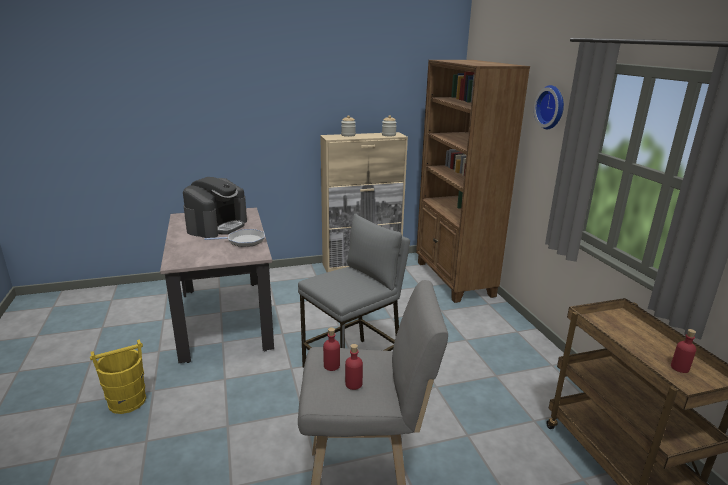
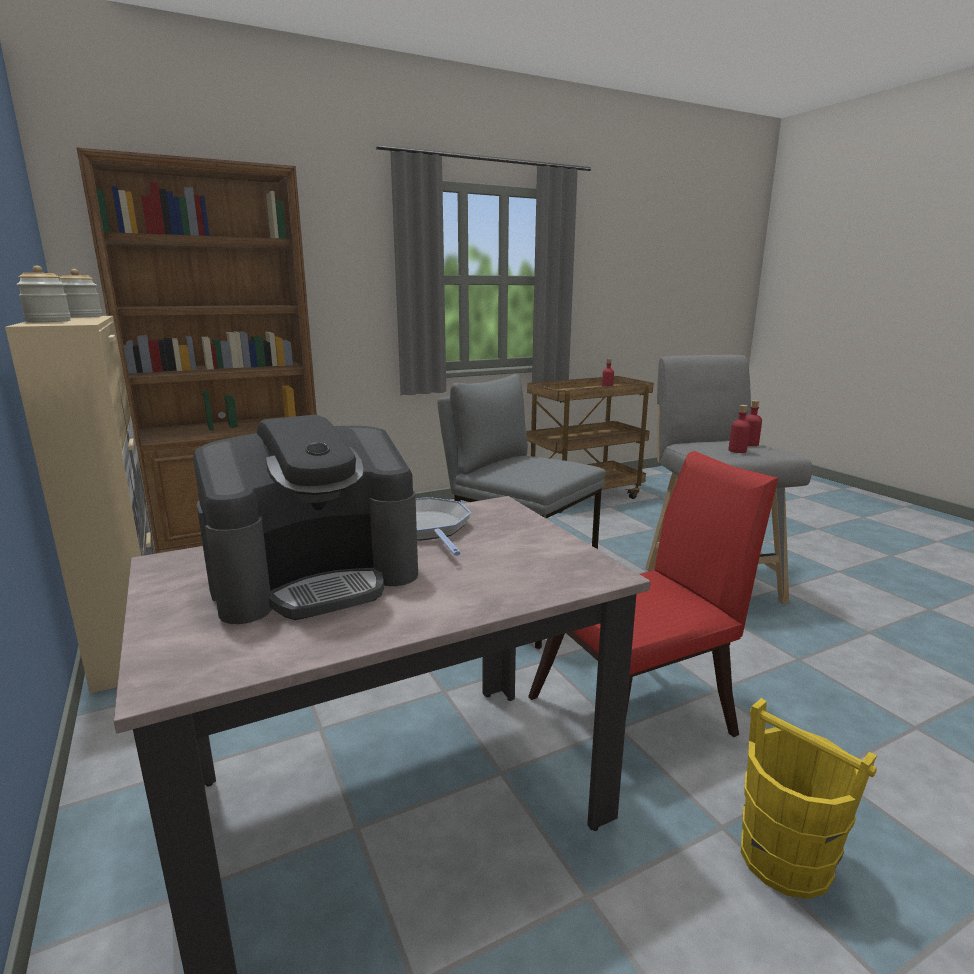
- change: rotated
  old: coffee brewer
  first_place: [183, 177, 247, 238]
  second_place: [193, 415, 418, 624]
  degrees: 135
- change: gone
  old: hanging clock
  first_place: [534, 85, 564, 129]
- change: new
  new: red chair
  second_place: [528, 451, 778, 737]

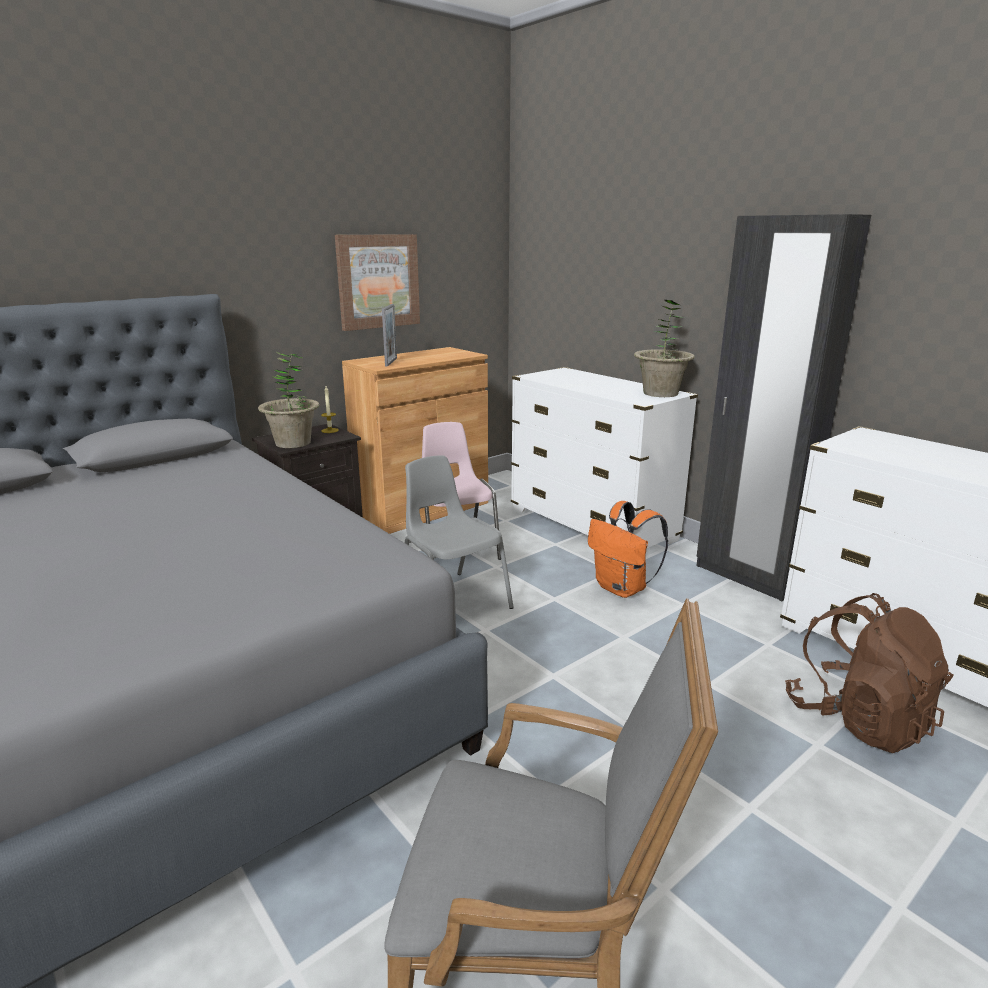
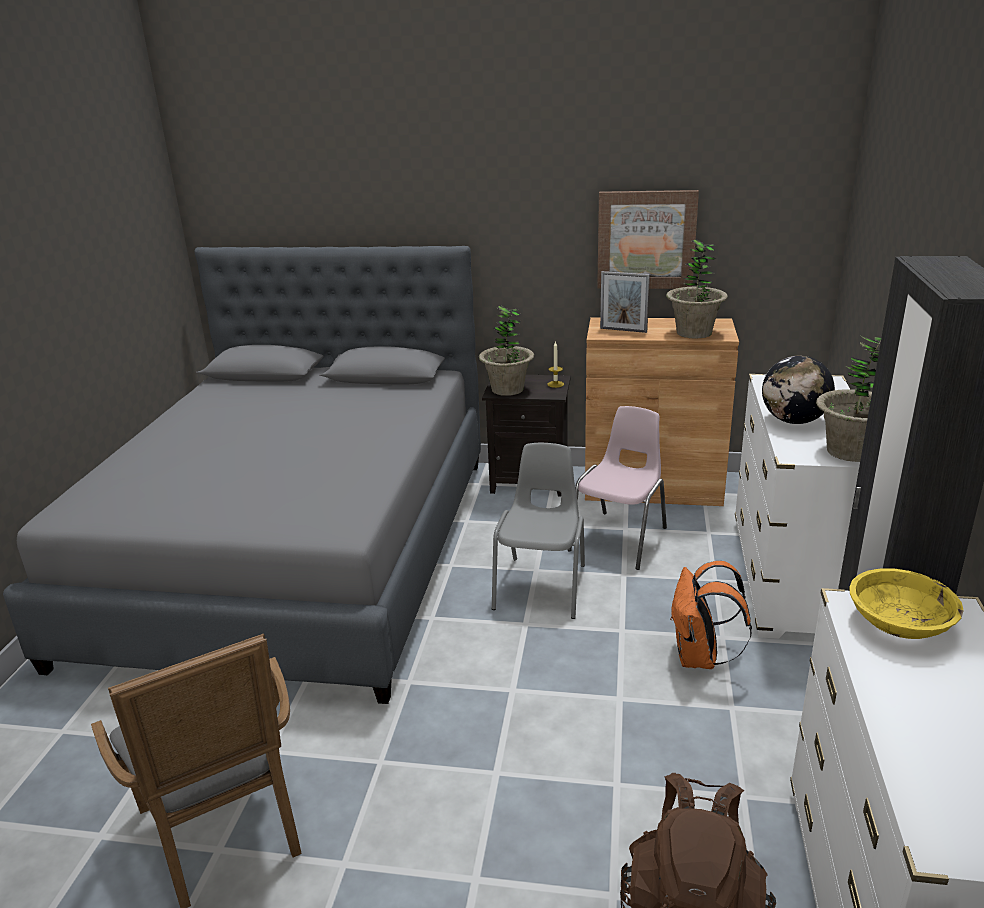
- change: rotated
  old: photo frame
  first_place: [382, 304, 397, 367]
  second_place: [600, 271, 650, 333]
  degrees: 60
- change: new
  new: plant in a pot
  second_place: [666, 239, 728, 339]
- change: new
  new: globe
  second_place: [762, 356, 835, 424]
- change: new
  new: yellow-coloured serving bowl
  second_place: [849, 568, 964, 639]

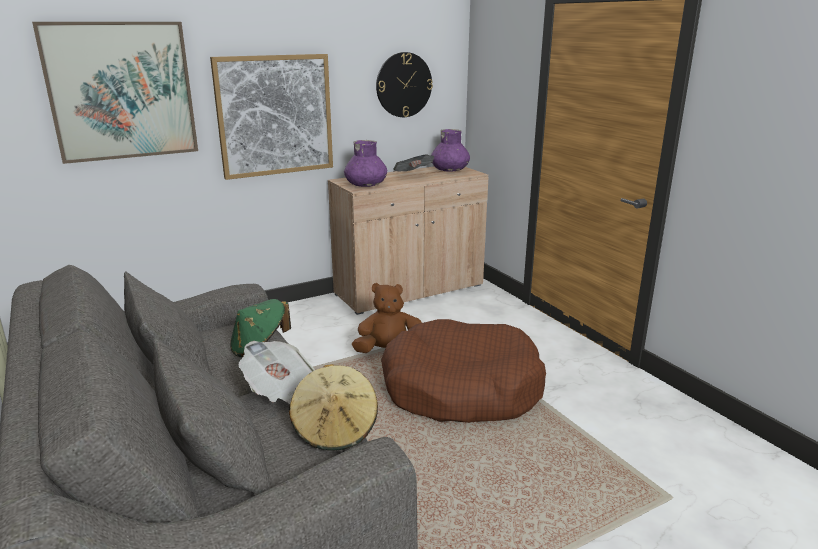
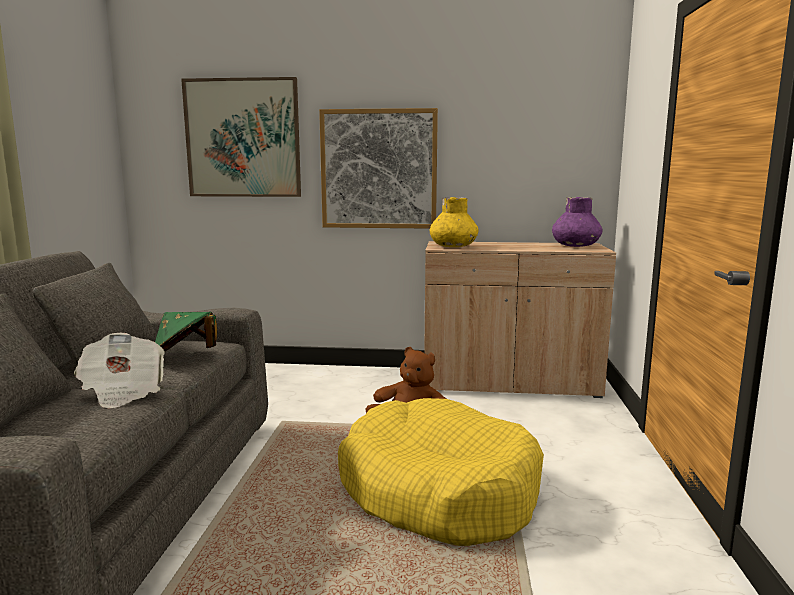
- change: gone
  old: sand-coloured hat
  first_place: [289, 364, 378, 451]
- change: repainted
  old: purplish decorative vase
  new: yellow-coloured decorative vase
  first_place: [344, 140, 387, 187]
  second_place: [430, 197, 478, 247]
- change: gone
  old: hanging clock
  first_place: [376, 52, 433, 117]
- change: repainted
  old: brown dog cushion
  new: yellow-coloured dog cushion
  first_place: [381, 319, 546, 423]
  second_place: [338, 398, 544, 546]
- change: gone
  old: printed paper
  first_place: [393, 154, 434, 172]

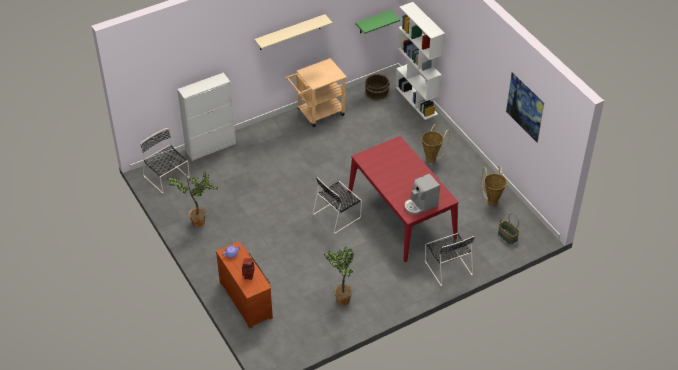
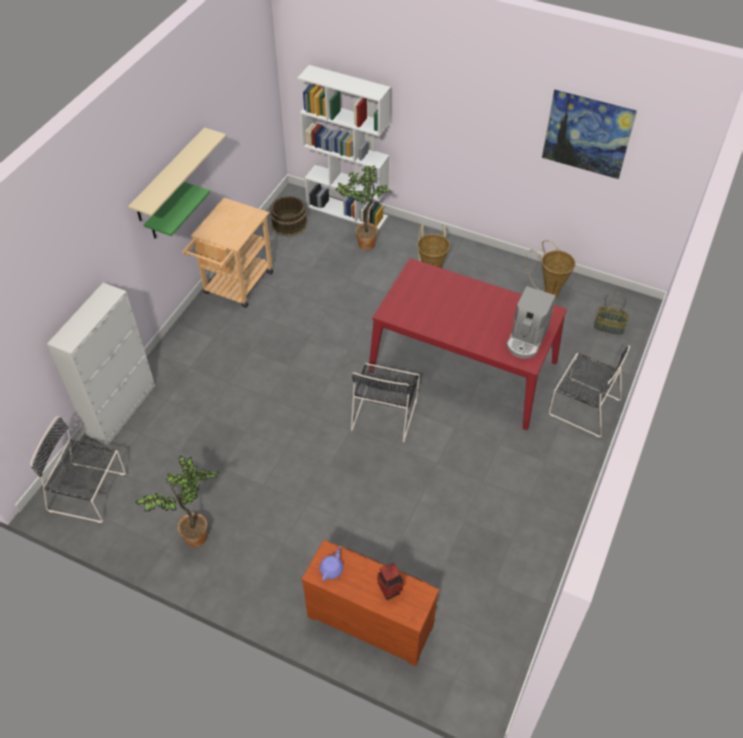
- change: shifted
  old: plant in a pot
  first_place: [324, 246, 354, 305]
  second_place: [335, 166, 392, 250]
- change: shifted
  old: greenish wall shelf
  first_place: [355, 10, 400, 34]
  second_place: [144, 182, 210, 239]

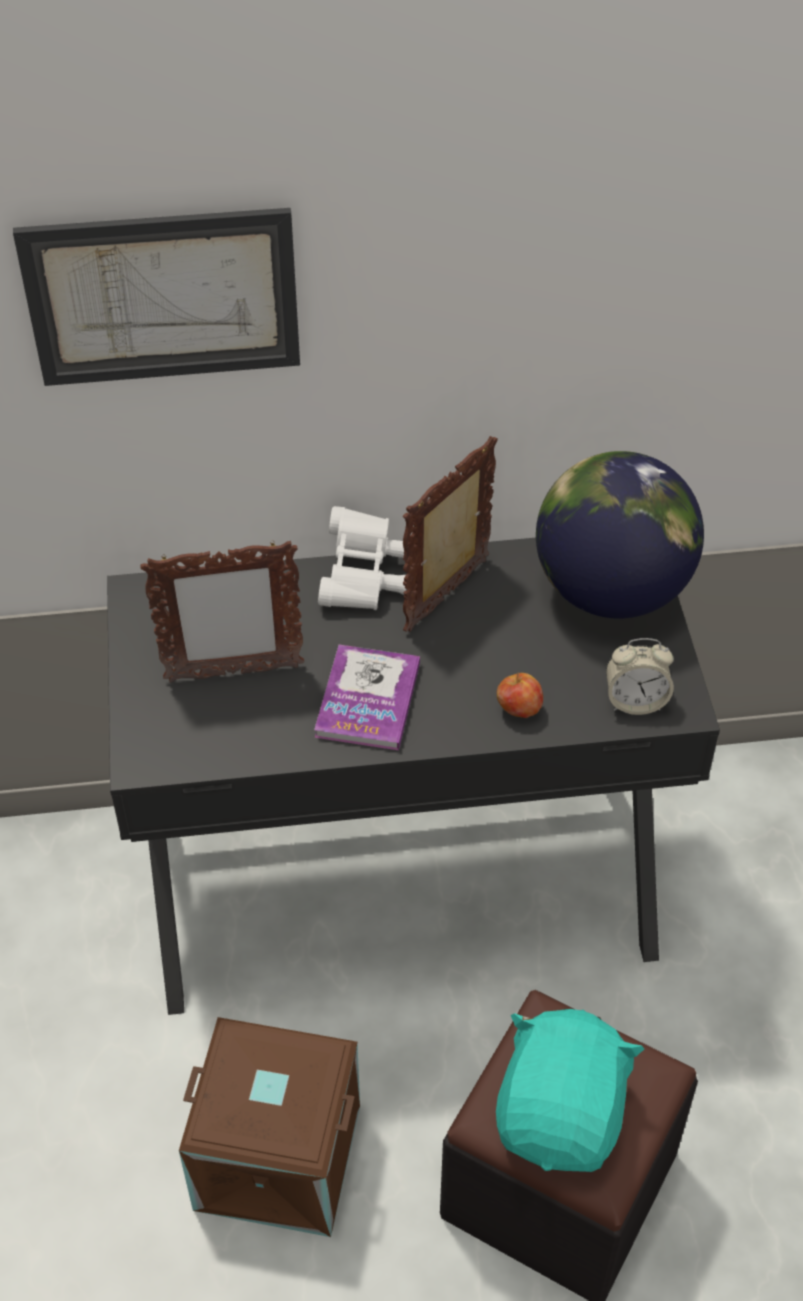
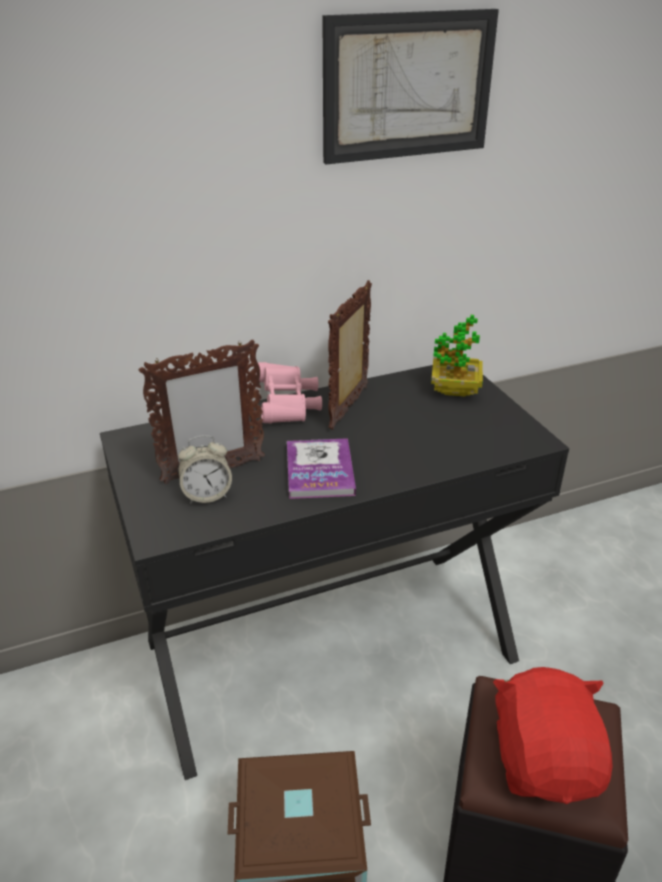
- change: shifted
  old: wall art
  first_place: [13, 208, 300, 386]
  second_place: [322, 9, 499, 164]
- change: repainted
  old: whitish field glasses
  new: pink field glasses
  first_place: [318, 506, 406, 610]
  second_place: [256, 362, 322, 423]
- change: repainted
  old: blue-green plush toy
  new: red plush toy
  first_place: [496, 1009, 644, 1172]
  second_place: [493, 667, 612, 804]
- change: gone
  old: apple fruit
  first_place: [497, 672, 543, 718]
- change: swapped
  old: globe
  new: plant in a pot
  first_place: [536, 451, 704, 619]
  second_place: [431, 315, 483, 397]
- change: shifted
  old: alarm clock
  first_place: [606, 638, 674, 715]
  second_place: [178, 435, 232, 504]

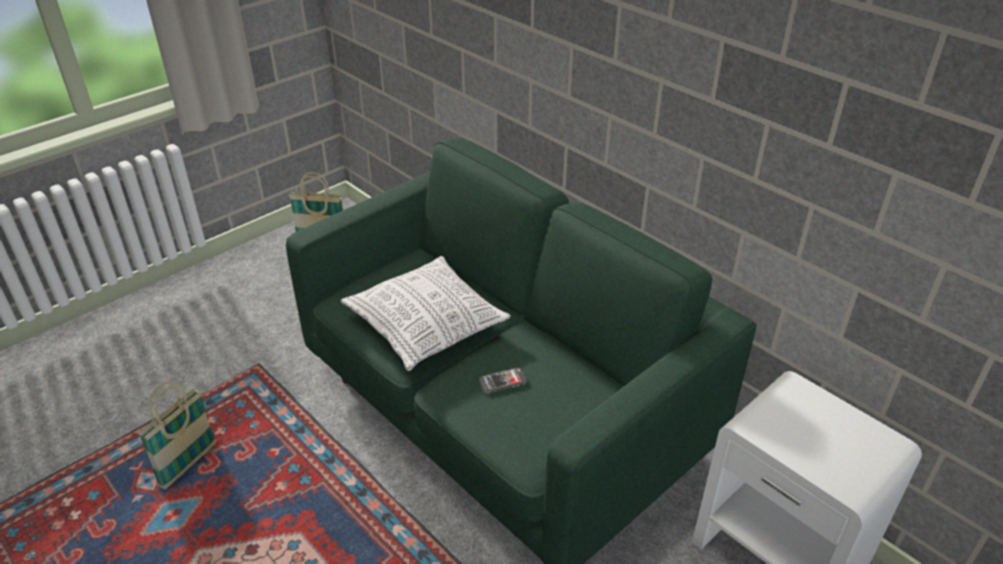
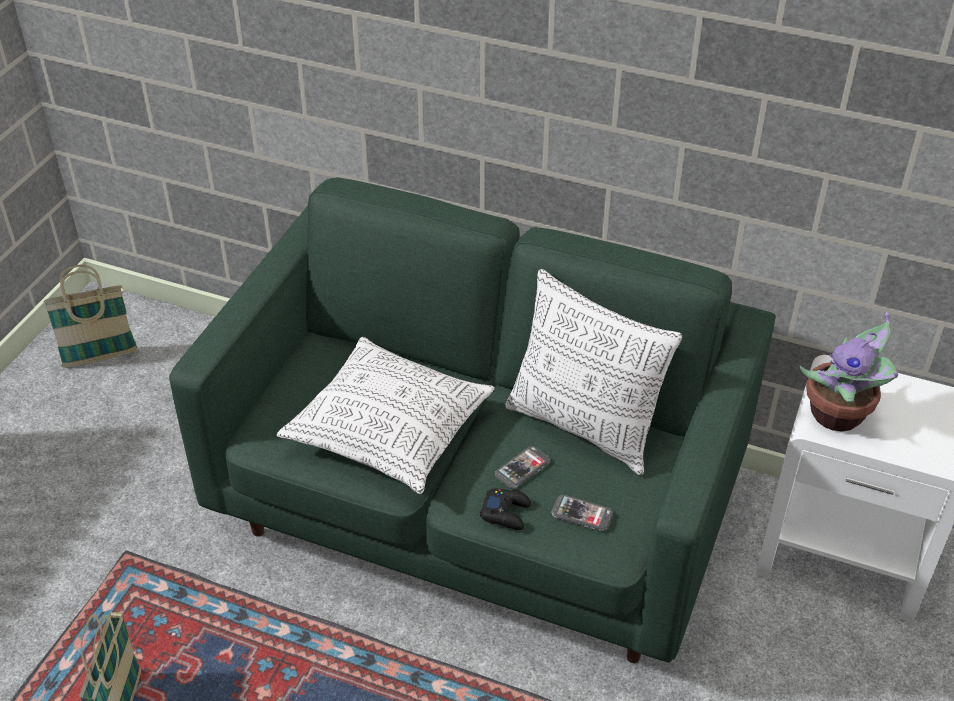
- change: new
  new: blackish game controller
  second_place: [480, 488, 531, 530]
- change: new
  new: pillow
  second_place: [505, 269, 683, 475]
- change: new
  new: handset
  second_place: [551, 495, 613, 532]
- change: new
  new: plant in a pot
  second_place: [799, 312, 898, 431]

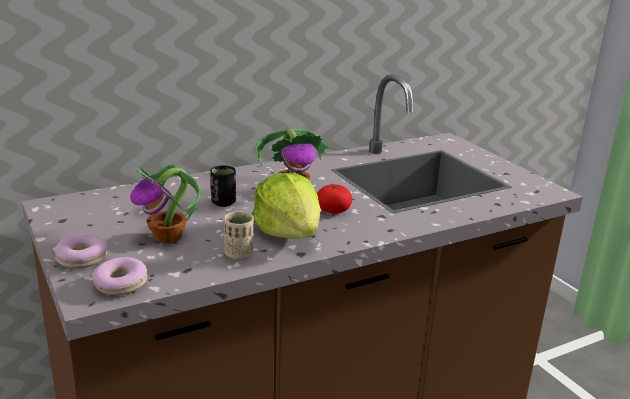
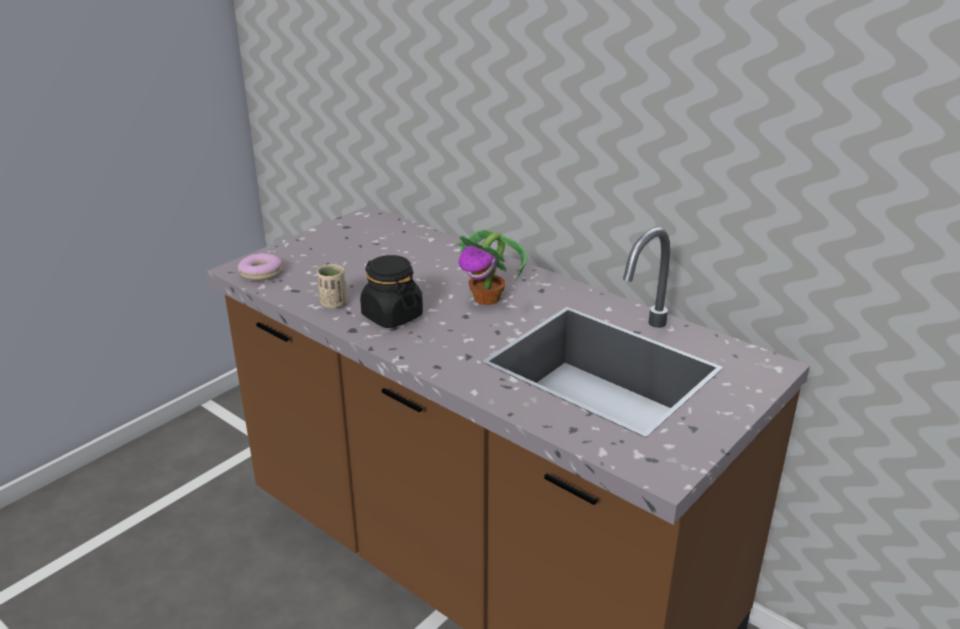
- change: gone
  old: ring doughnut
  first_place: [54, 235, 107, 269]
- change: gone
  old: plant in a pot
  first_place: [130, 164, 201, 243]
- change: gone
  old: blackish drinking cup
  first_place: [210, 165, 236, 207]
- change: swapped
  old: lettuce
  new: blackish jar
  first_place: [252, 173, 321, 239]
  second_place: [360, 255, 423, 328]
- change: gone
  old: tomato
  first_place: [317, 184, 352, 213]

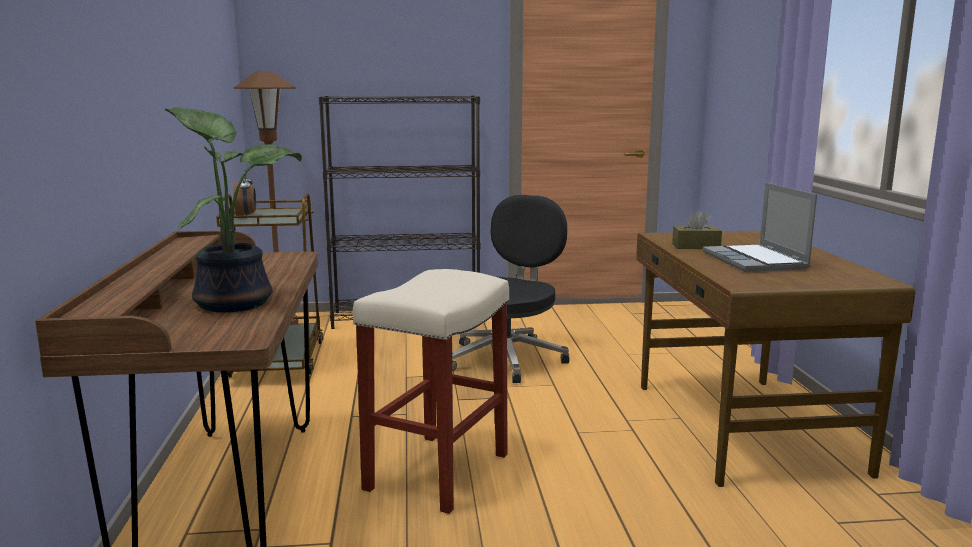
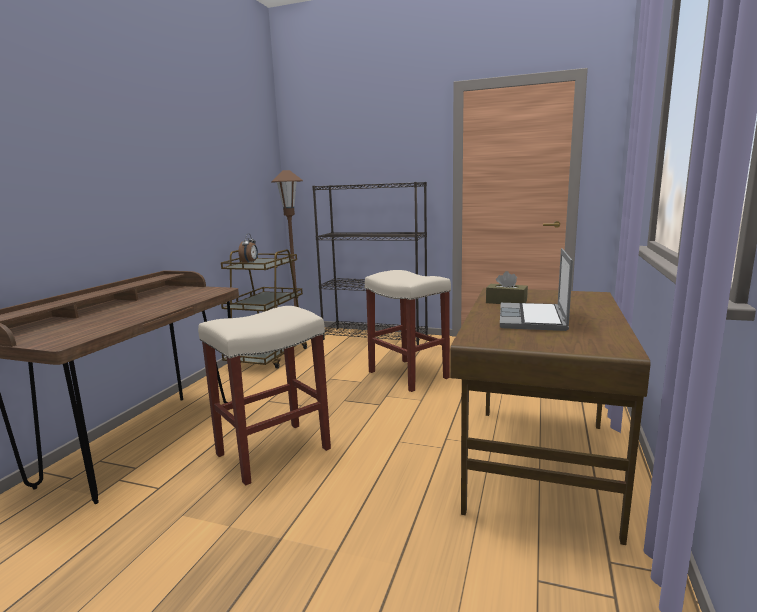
- change: gone
  old: plant in a pot
  first_place: [164, 107, 302, 312]
- change: swapped
  old: blackish desk chair
  new: sand-coloured stool
  first_place: [452, 195, 569, 383]
  second_place: [365, 270, 451, 392]

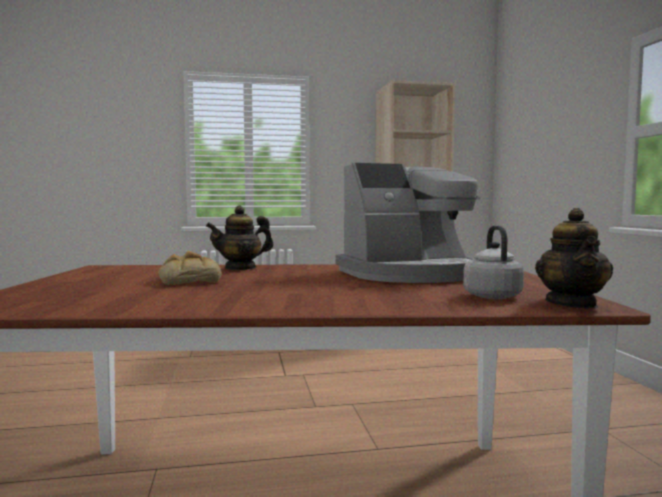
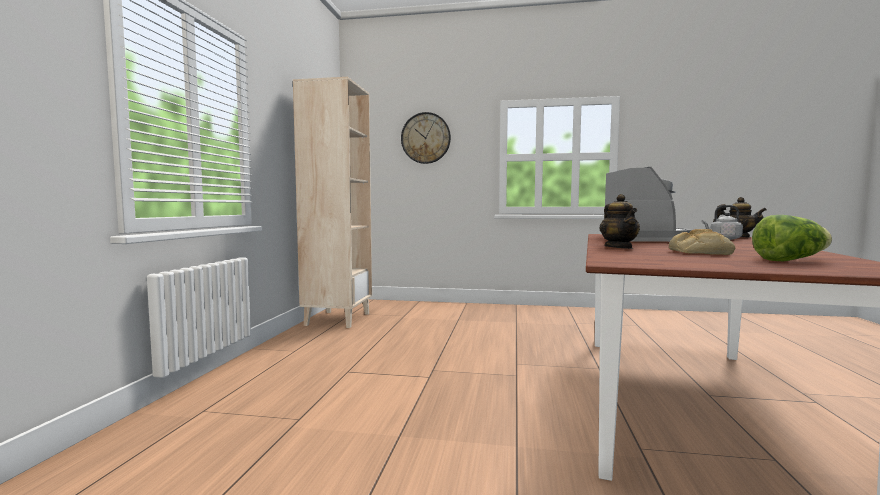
- change: new
  new: hanging clock
  second_place: [401, 112, 451, 164]
- change: new
  new: lettuce
  second_place: [752, 215, 832, 261]

